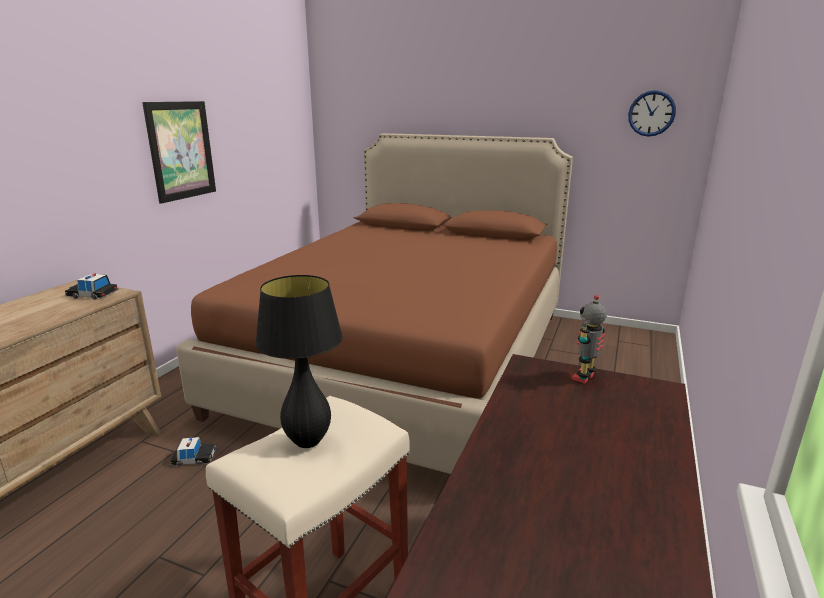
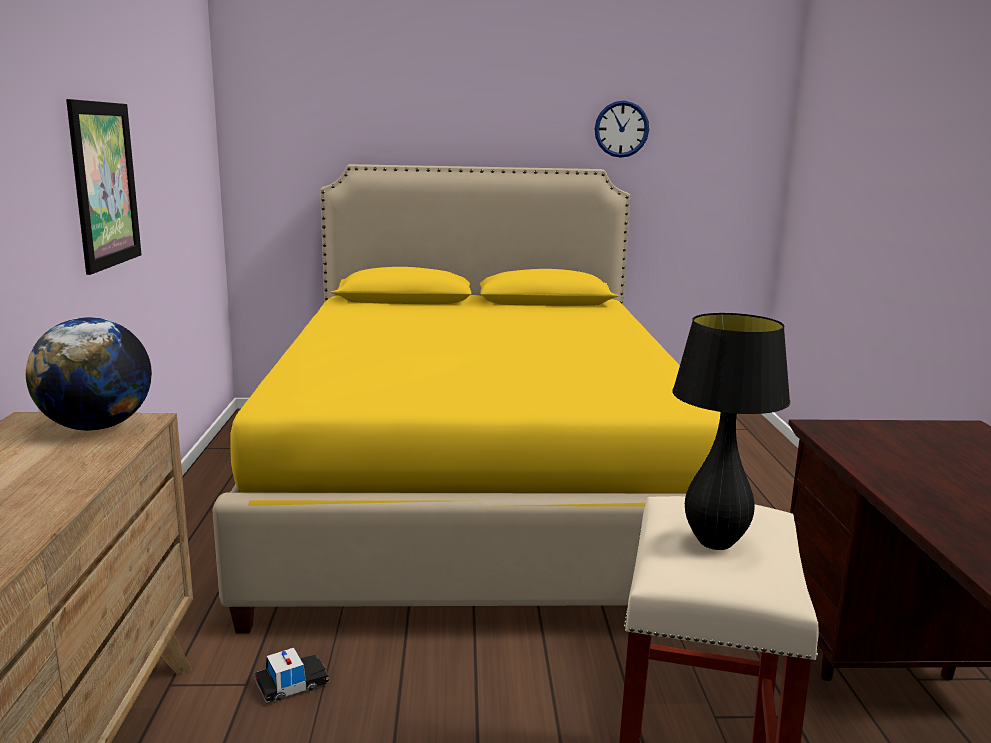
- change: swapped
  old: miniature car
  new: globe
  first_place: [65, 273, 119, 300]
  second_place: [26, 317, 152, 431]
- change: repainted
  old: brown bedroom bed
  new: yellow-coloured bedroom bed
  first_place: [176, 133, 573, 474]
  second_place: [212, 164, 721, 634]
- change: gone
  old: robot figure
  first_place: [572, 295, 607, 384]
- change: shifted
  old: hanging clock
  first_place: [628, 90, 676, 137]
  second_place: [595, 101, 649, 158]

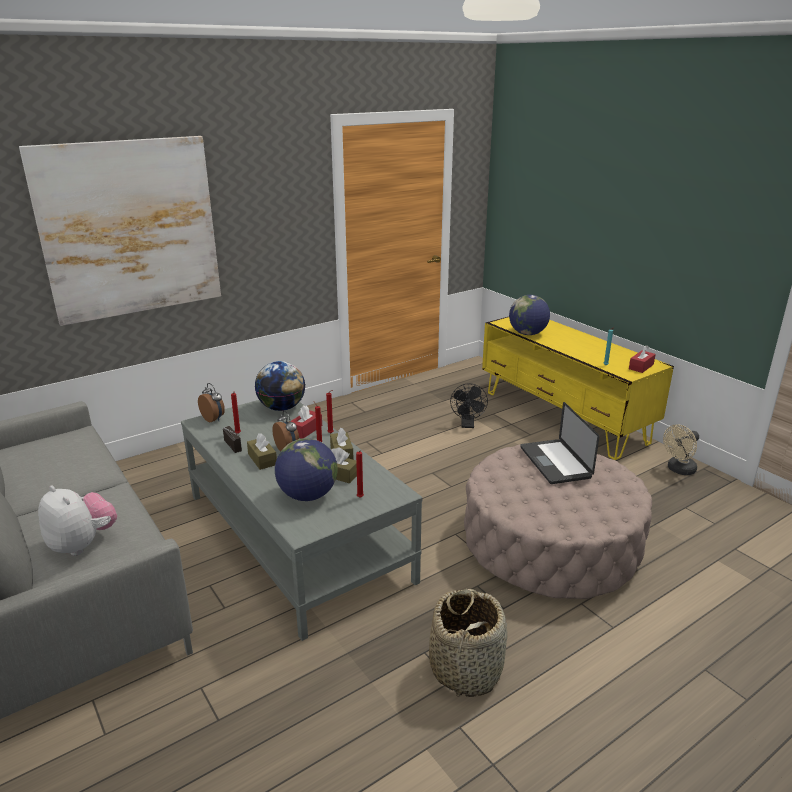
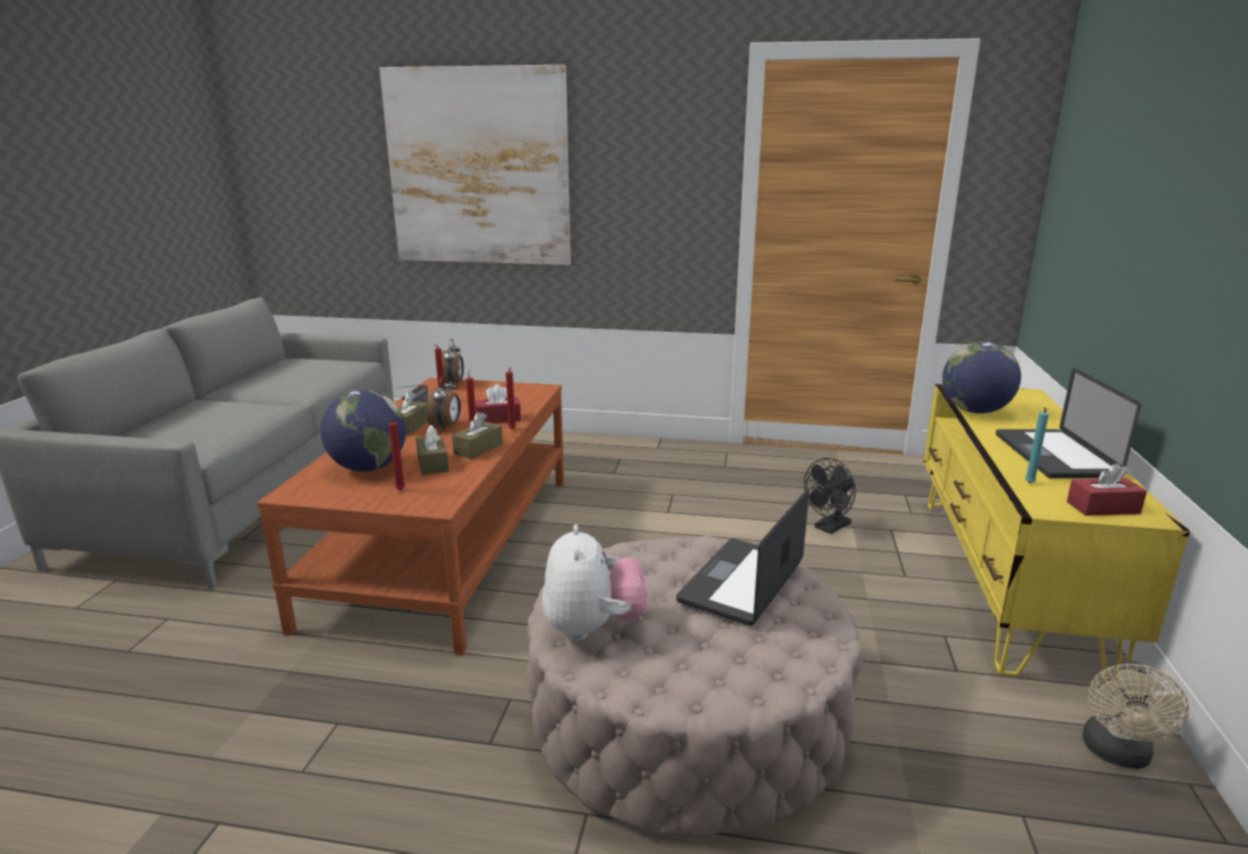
- change: shifted
  old: plush toy
  first_place: [38, 485, 117, 556]
  second_place: [542, 525, 647, 641]
- change: repainted
  old: greyish low table
  new: brown low table
  first_place: [181, 400, 423, 641]
  second_place: [257, 378, 564, 655]
- change: gone
  old: globe
  first_place: [255, 361, 305, 411]
- change: gone
  old: storage basket
  first_place: [429, 589, 508, 697]
- change: rotated
  old: sand-coloured cooling fan
  first_place: [663, 424, 699, 475]
  second_place: [1082, 660, 1189, 769]
  degrees: -75
- change: new
  new: laptop
  second_place: [996, 368, 1141, 478]

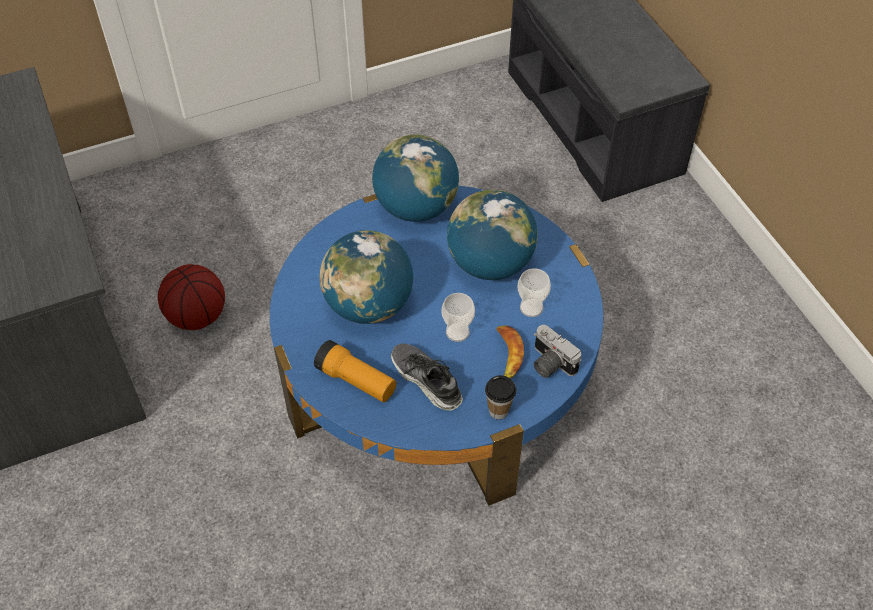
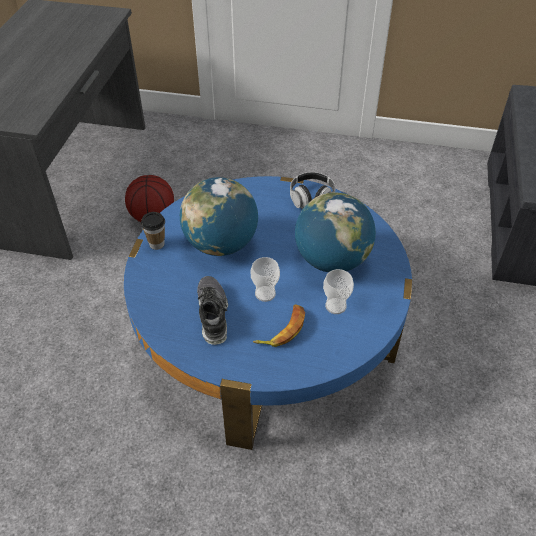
- change: gone
  old: flashlight
  first_place: [314, 340, 396, 403]
- change: swapped
  old: globe
  new: pair of headphones
  first_place: [372, 135, 459, 222]
  second_place: [290, 172, 336, 209]
- change: shifted
  old: drinking cup
  first_place: [485, 375, 516, 420]
  second_place: [141, 212, 165, 250]
- change: gone
  old: still camera
  first_place: [534, 325, 581, 378]

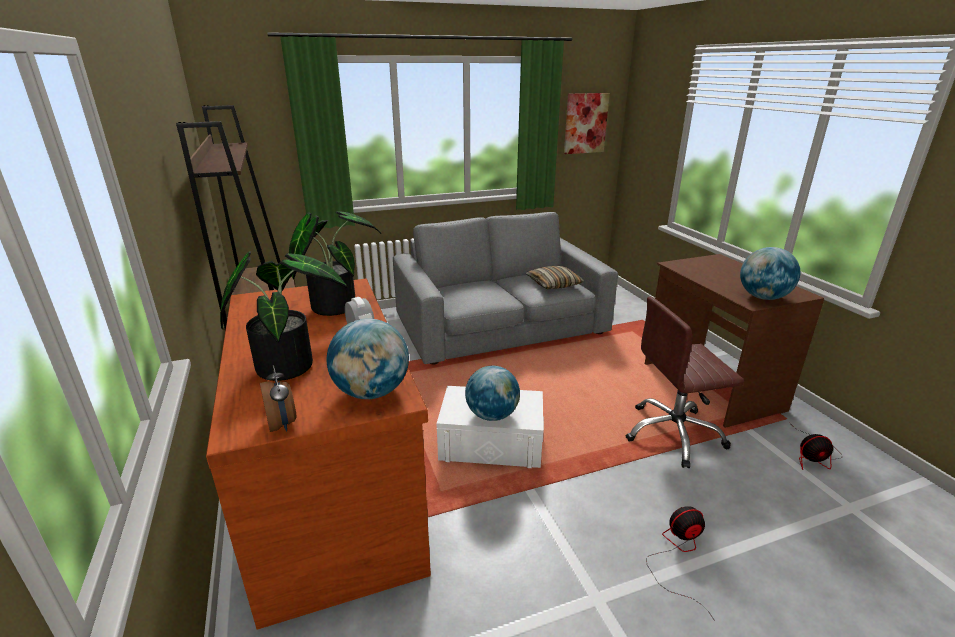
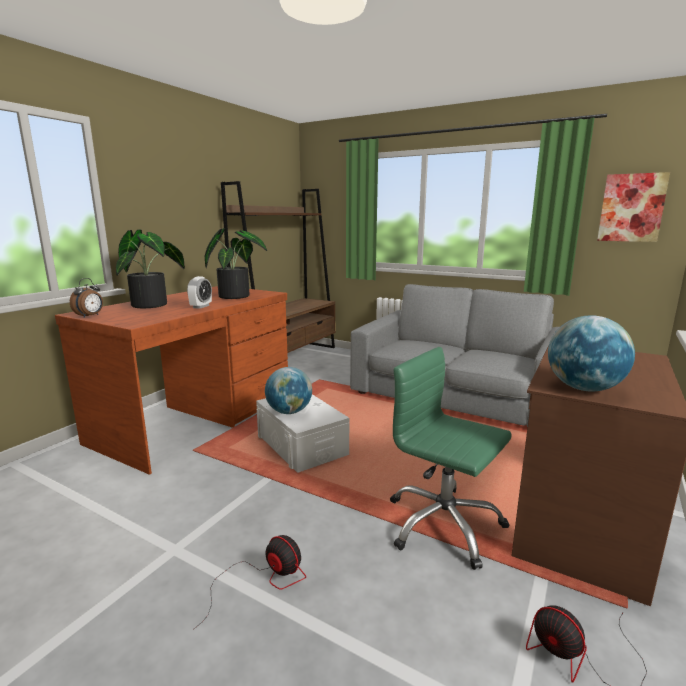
- change: gone
  old: globe
  first_place: [327, 318, 409, 399]
- change: gone
  old: pillow
  first_place: [526, 266, 584, 289]
- change: repainted
  old: brown desk chair
  new: greenish desk chair
  first_place: [626, 296, 744, 468]
  second_place: [390, 347, 512, 570]

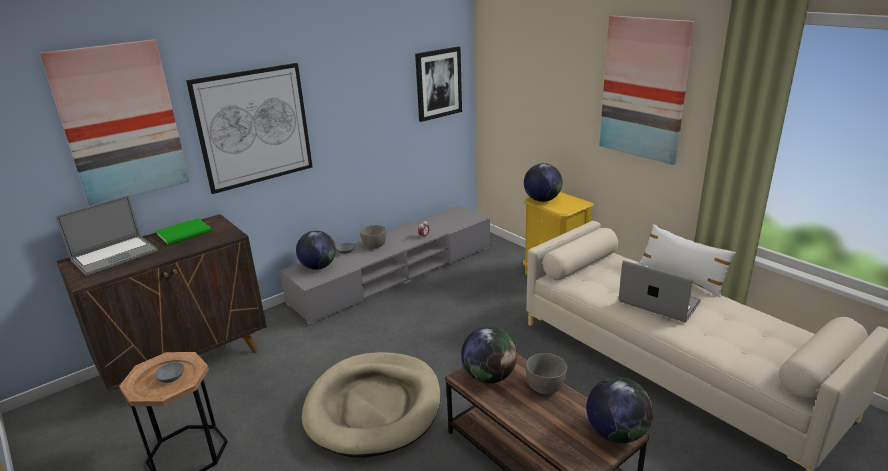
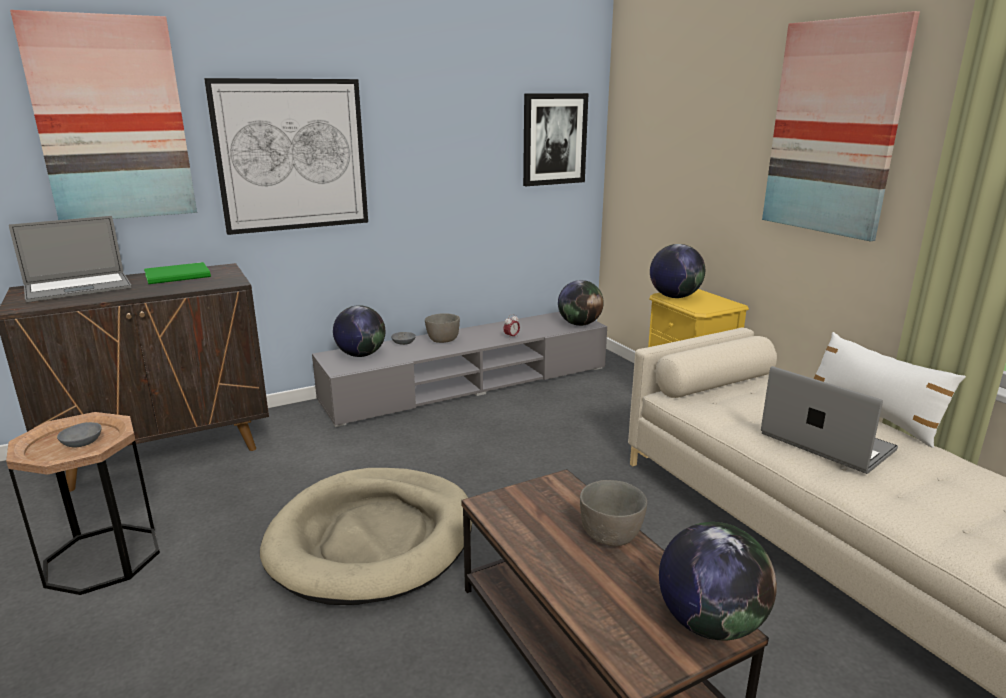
- change: shifted
  old: globe
  first_place: [461, 327, 517, 383]
  second_place: [558, 280, 604, 326]

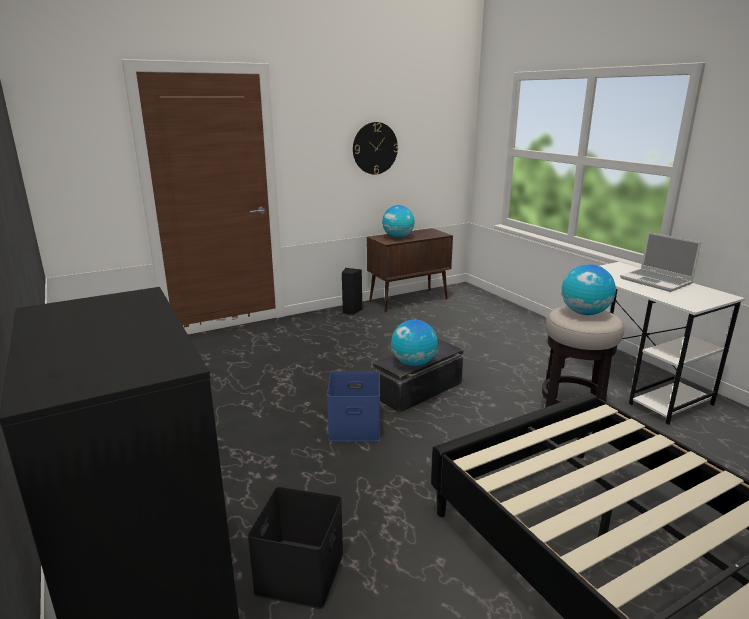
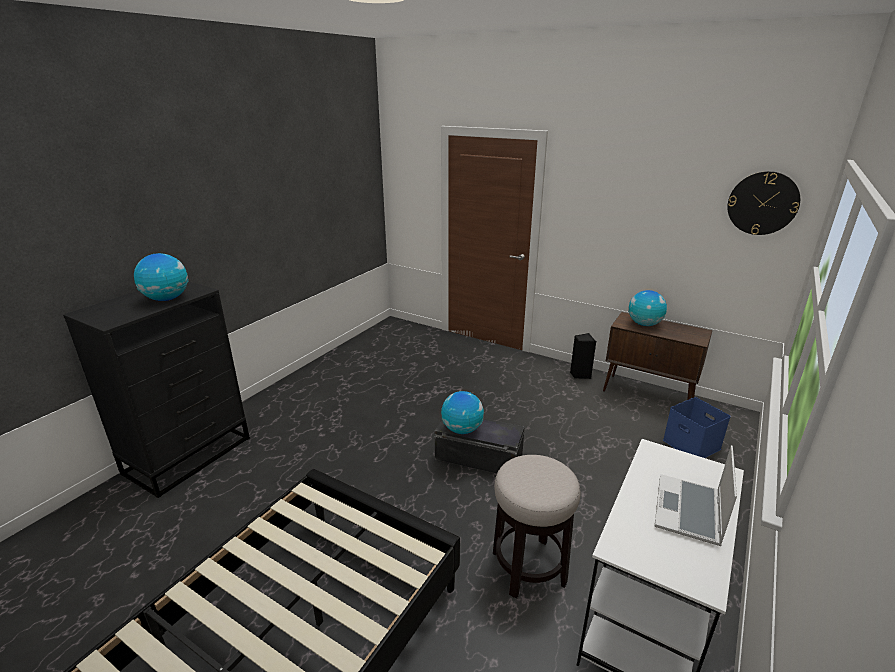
- change: gone
  old: blackish storage box
  first_place: [247, 487, 343, 609]
- change: shifted
  old: blue storage box
  first_place: [327, 371, 380, 441]
  second_place: [663, 397, 731, 458]
- change: shifted
  old: hanging clock
  first_place: [353, 122, 398, 175]
  second_place: [727, 171, 800, 235]
- change: shifted
  old: globe
  first_place: [561, 264, 616, 315]
  second_place: [134, 253, 188, 301]

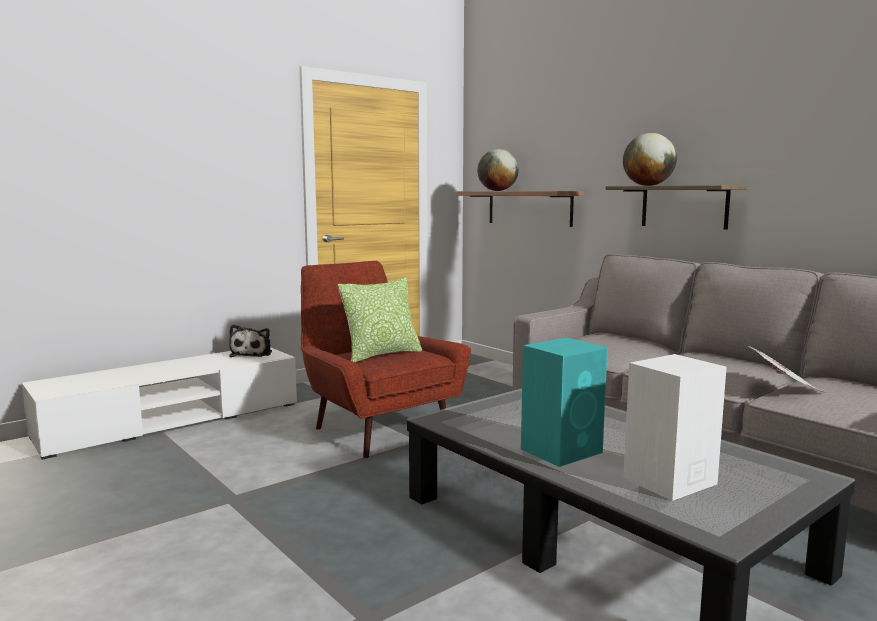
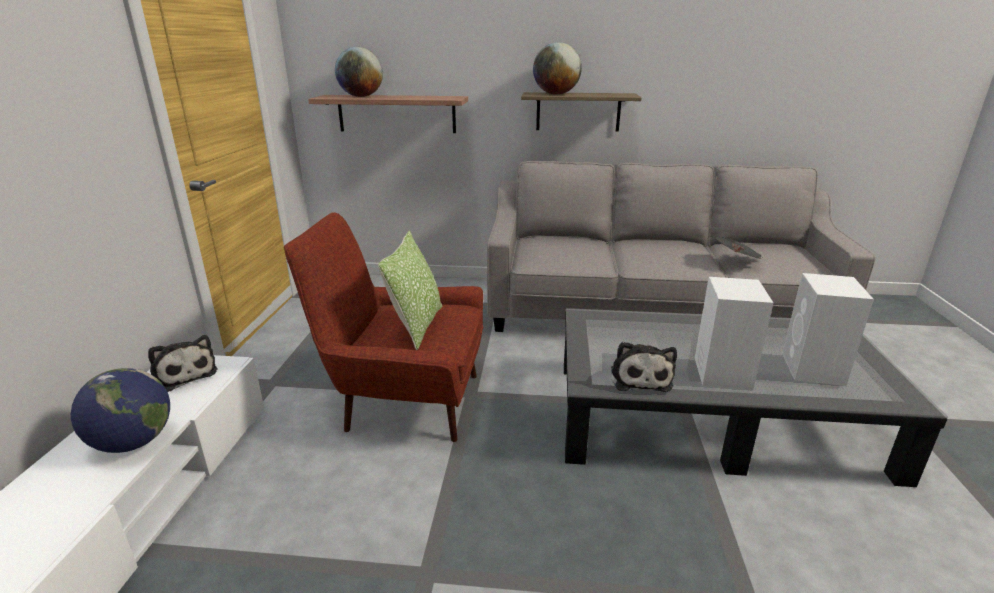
- change: repainted
  old: blue-green audio speaker
  new: whitish audio speaker
  first_place: [521, 338, 608, 467]
  second_place: [695, 277, 773, 391]
- change: new
  new: globe
  second_place: [71, 368, 170, 453]
- change: new
  new: plush toy
  second_place: [611, 342, 677, 392]

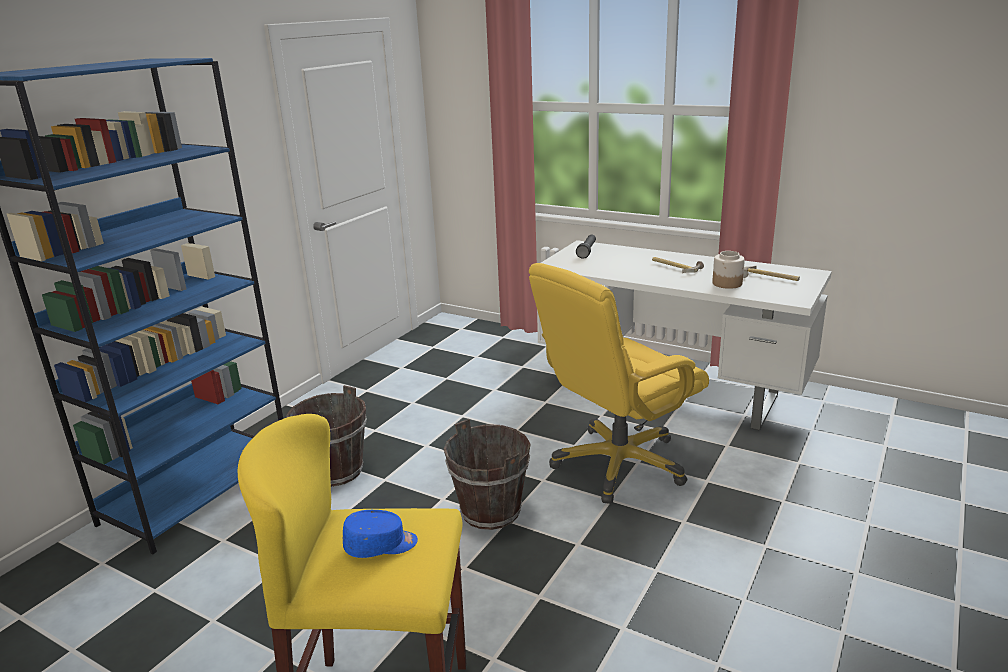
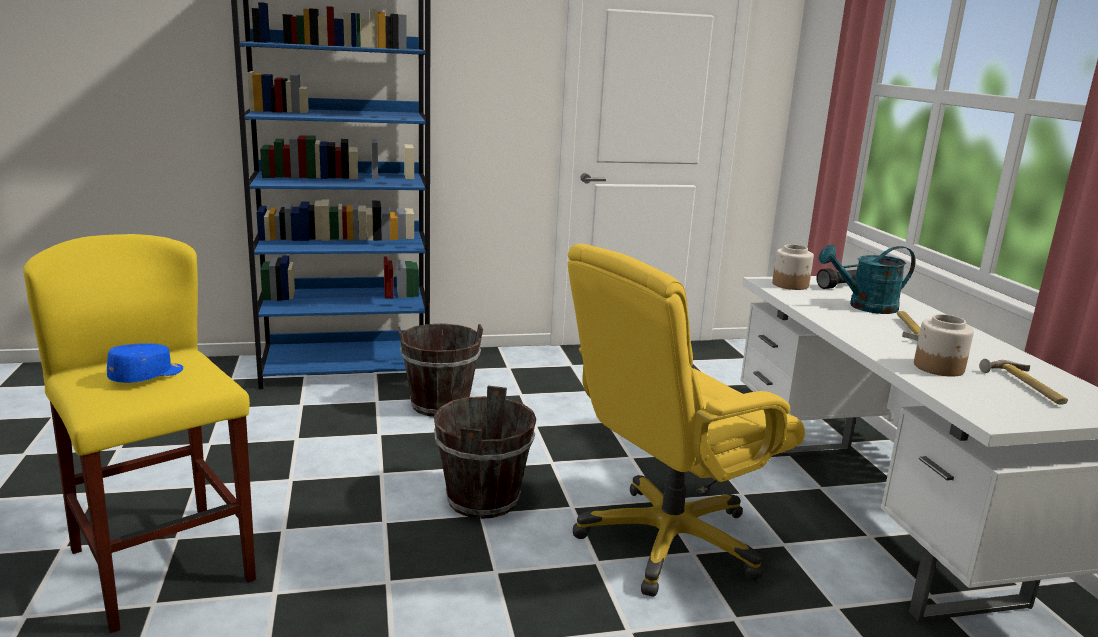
- change: rotated
  old: blue cap
  first_place: [342, 510, 418, 558]
  second_place: [107, 343, 183, 383]
  degrees: -90
- change: rotated
  old: yellow-coloured desk chair
  first_place: [529, 263, 709, 504]
  second_place: [567, 243, 805, 597]
  degrees: -45
- change: new
  new: jar
  second_place: [772, 244, 814, 290]
- change: new
  new: blue-green watering can
  second_place: [818, 245, 915, 314]

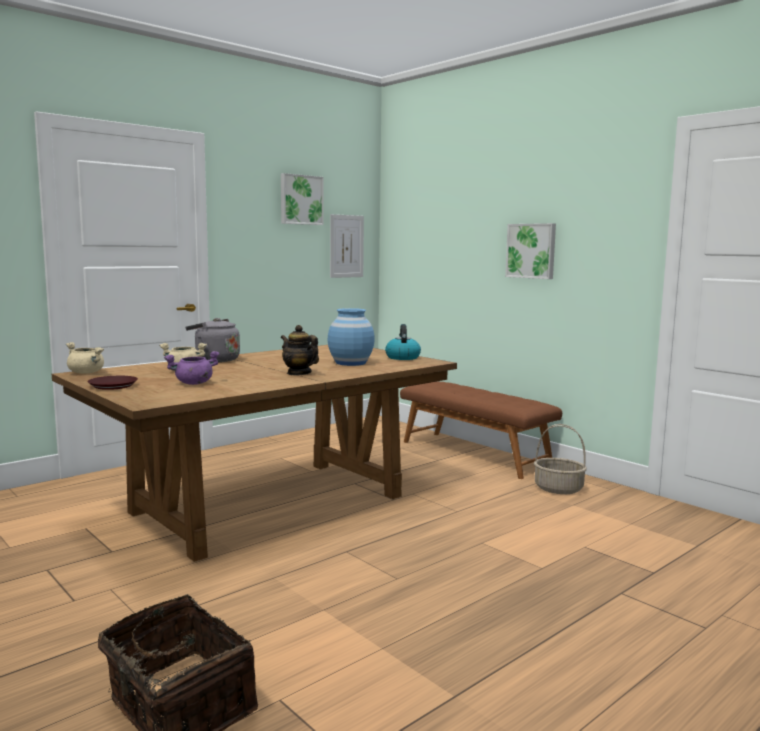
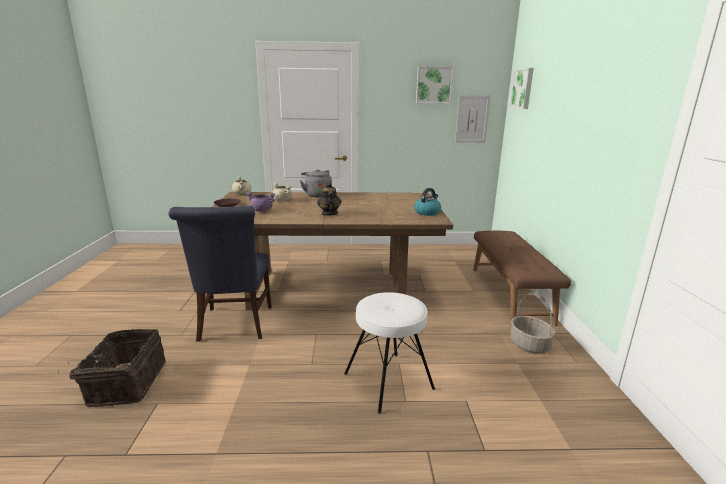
- change: gone
  old: blue decorative vase
  first_place: [328, 308, 375, 366]
- change: shifted
  old: wall art
  first_place: [505, 223, 556, 279]
  second_place: [510, 68, 534, 109]
- change: new
  new: blue chair
  second_place: [169, 206, 272, 342]
- change: new
  new: whitish stool
  second_place: [344, 292, 435, 414]

